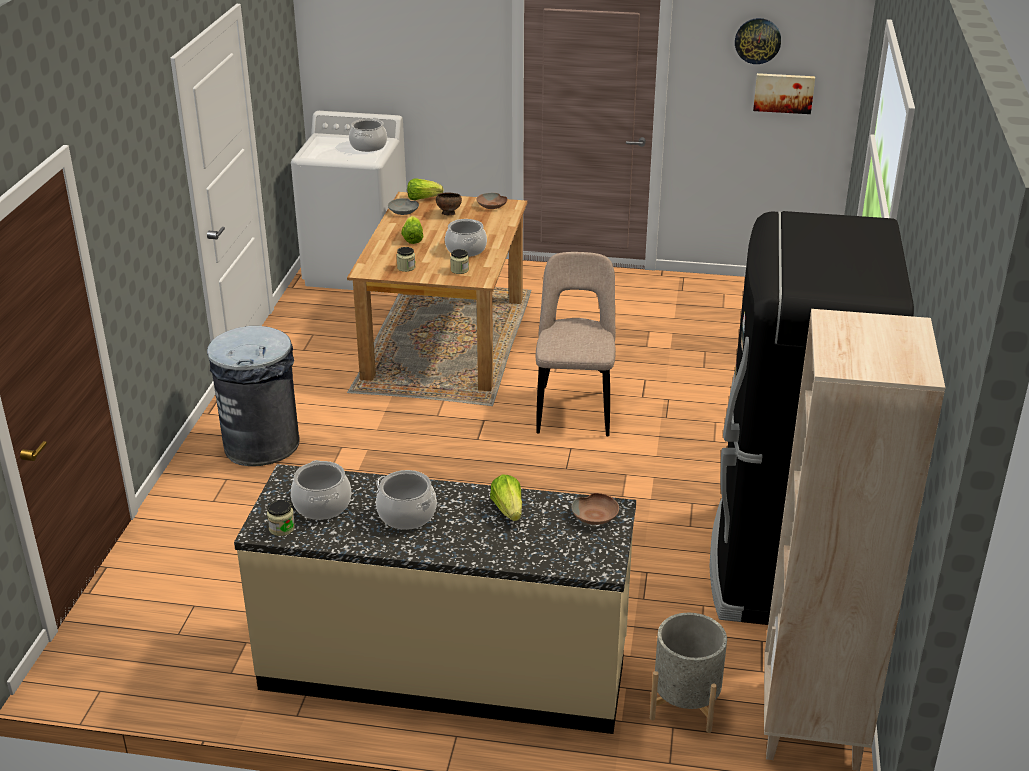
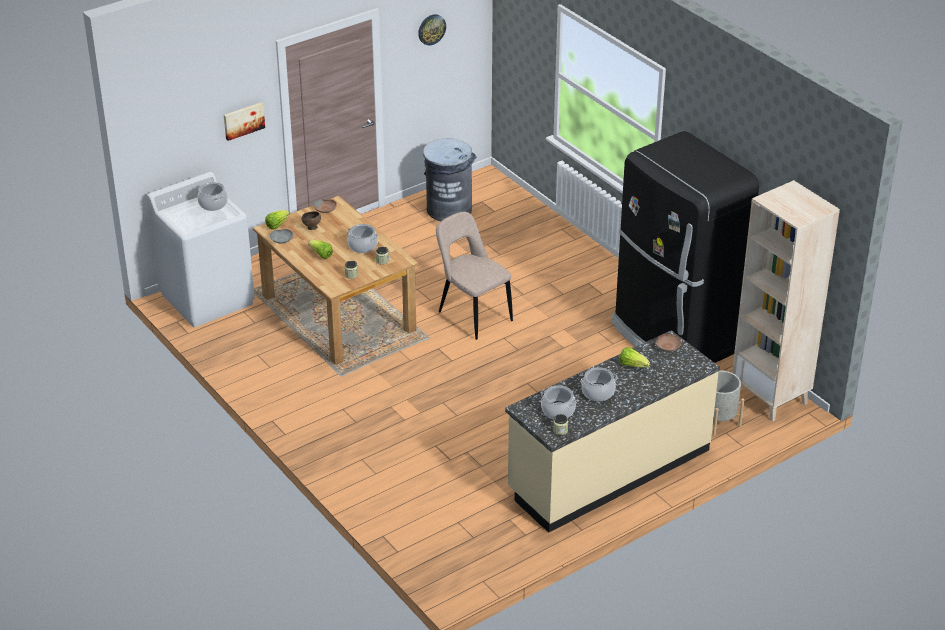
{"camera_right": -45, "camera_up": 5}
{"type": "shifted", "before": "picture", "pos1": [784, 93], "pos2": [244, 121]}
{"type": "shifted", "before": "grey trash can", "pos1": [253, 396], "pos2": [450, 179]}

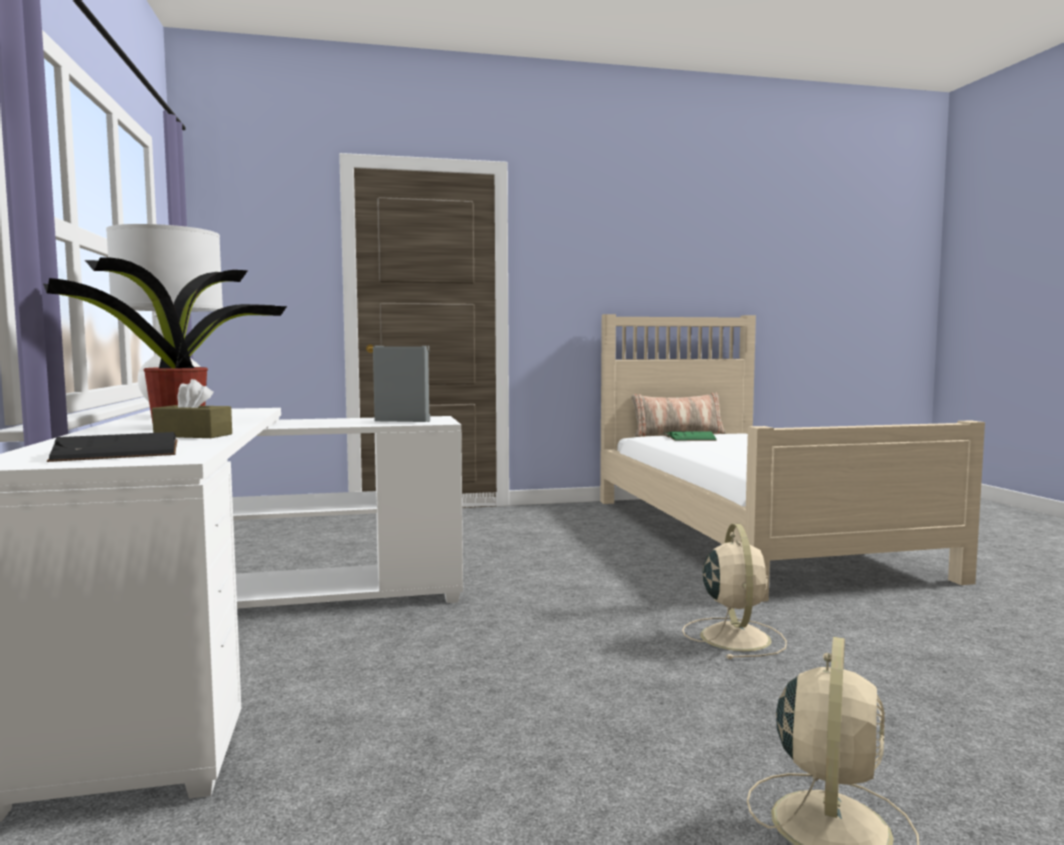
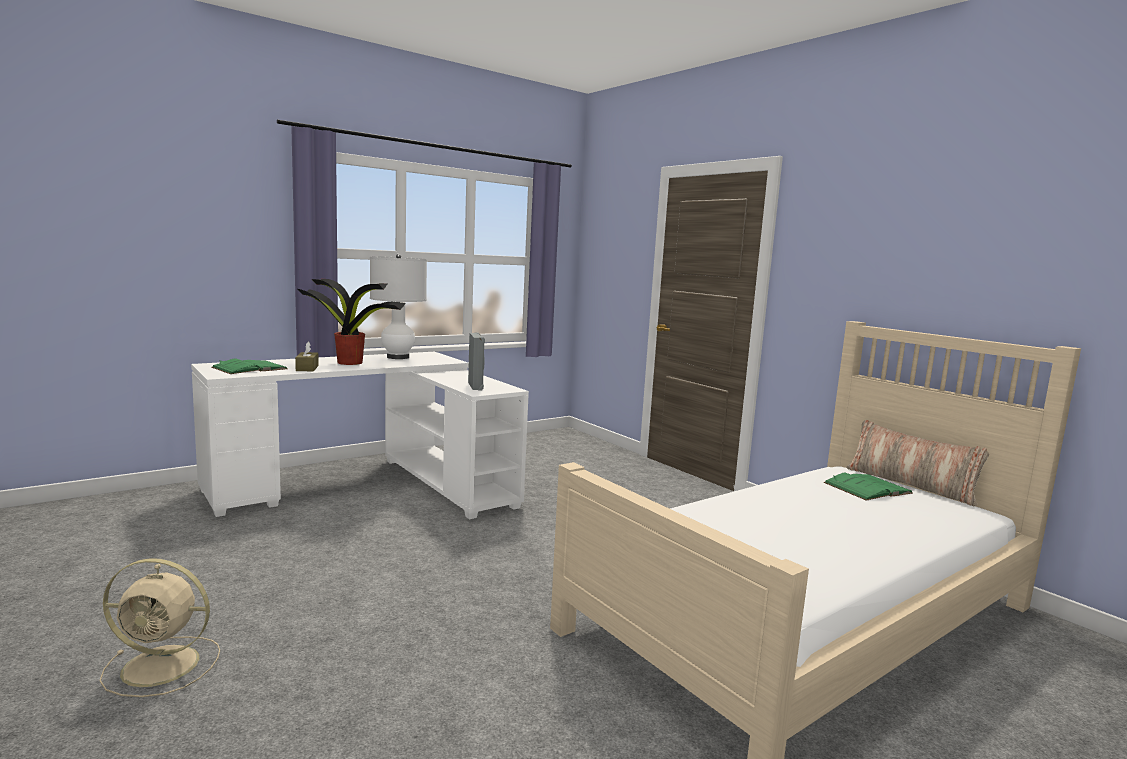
{"camera_right": 65, "camera_up": 5}
{"type": "repainted", "before": "black book", "after": "green book", "pos1": [112, 447], "pos2": [249, 366]}
{"type": "gone", "before": "beige fan", "pos1": [734, 591]}

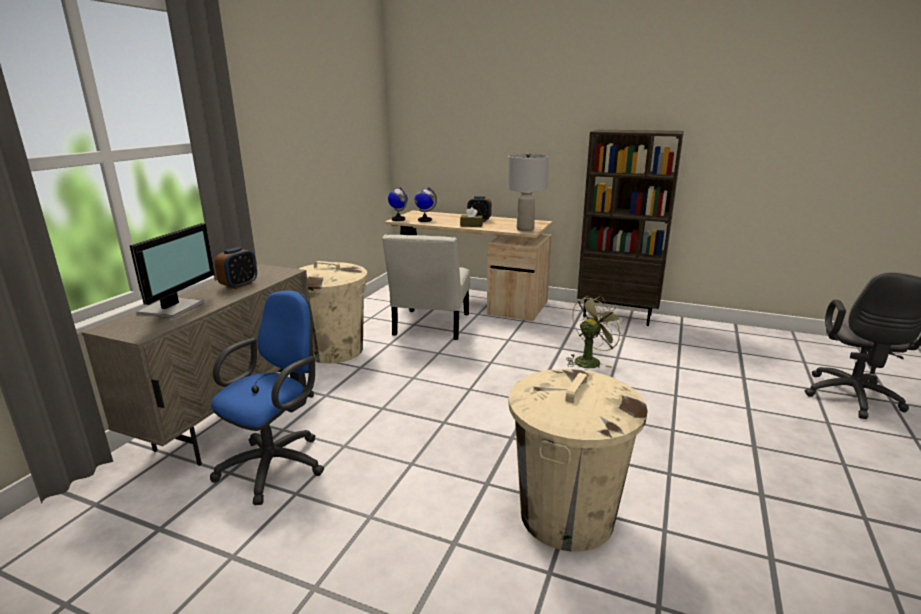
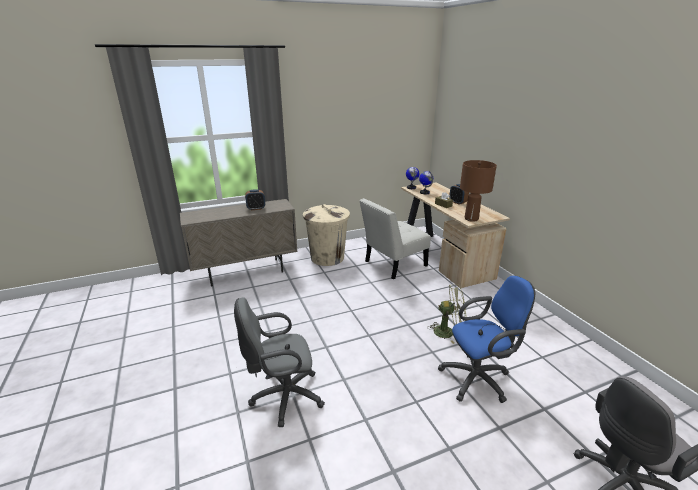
{"camera_right": 45, "camera_up": 5}
{"type": "gone", "before": "brown bookcase", "pos1": [630, 228]}
{"type": "repainted", "before": "grey table lamp", "after": "brown table lamp", "pos1": [528, 192], "pos2": [478, 191]}
{"type": "gone", "before": "monitor", "pos1": [172, 270]}
{"type": "shifted", "before": "blue office chair", "pos1": [267, 398], "pos2": [486, 339]}
{"type": "swapped", "before": "beige trash can", "after": "grey office chair", "pos1": [578, 460], "pos2": [279, 362]}

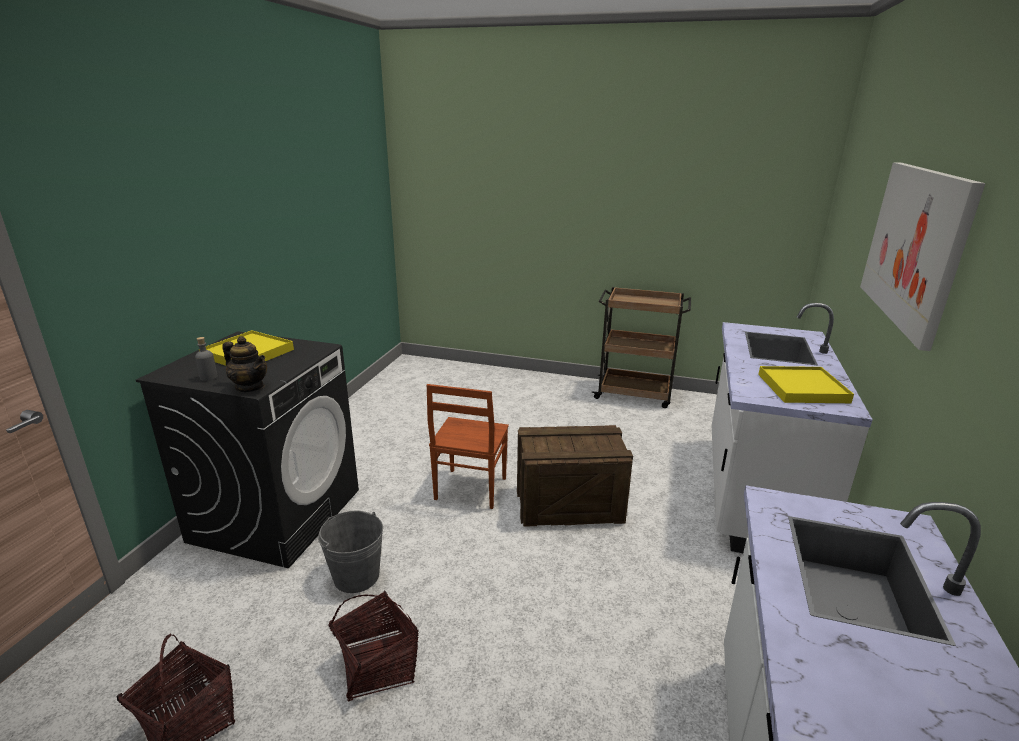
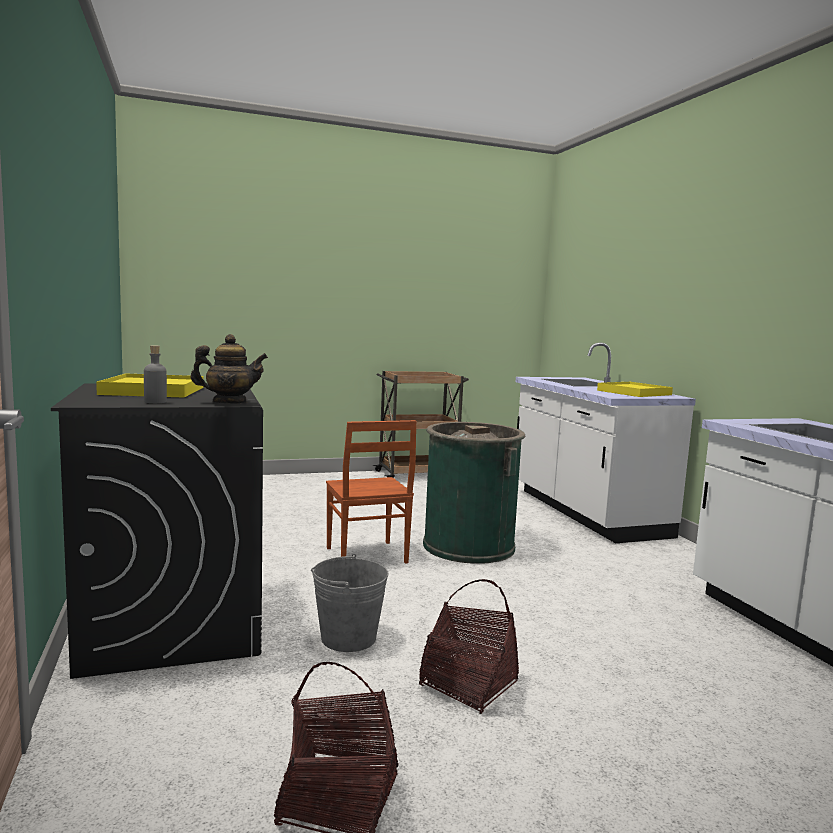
{"camera_right": -35, "camera_up": -15}
{"type": "gone", "before": "picture", "pos1": [922, 256]}
{"type": "swapped", "before": "crate", "after": "green trash can", "pos1": [575, 476], "pos2": [474, 493]}

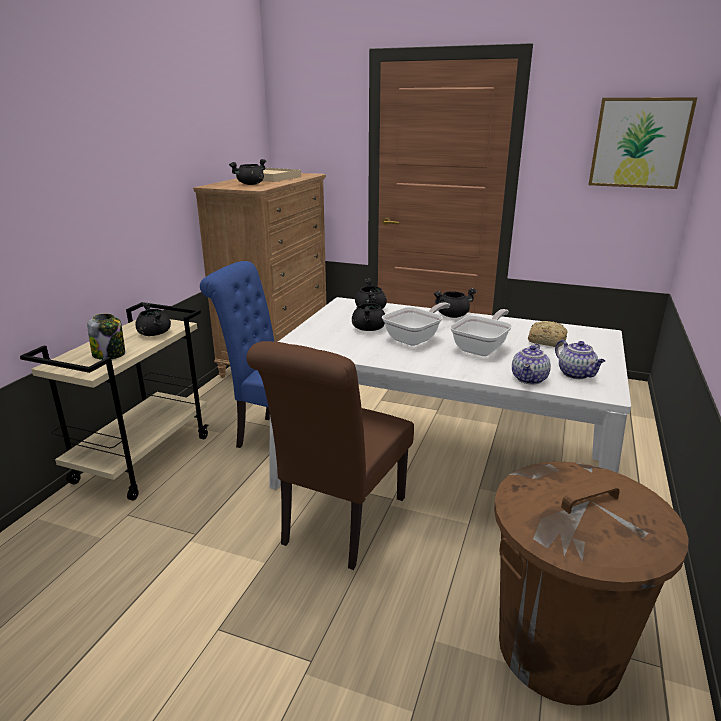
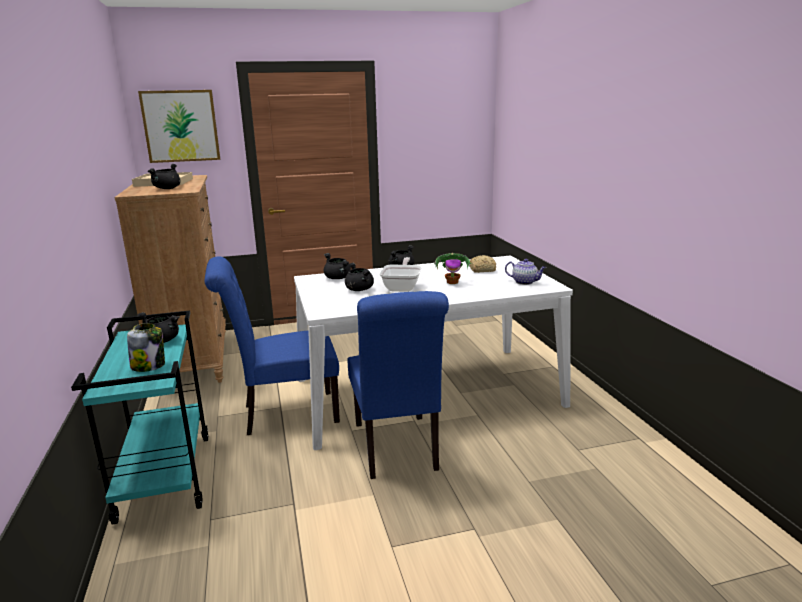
{"camera_right": -35, "camera_up": -5}
{"type": "shifted", "before": "picture", "pos1": [642, 143], "pos2": [179, 126]}
{"type": "repainted", "before": "beige cart", "after": "turquoise cart", "pos1": [114, 401], "pos2": [139, 418]}
{"type": "swapped", "before": "frying pan", "after": "potted plant", "pos1": [481, 332], "pos2": [453, 268]}
{"type": "repainted", "before": "brown chair", "after": "blue chair", "pos1": [330, 455], "pos2": [398, 385]}
{"type": "gone", "before": "teapot", "pos1": [531, 364]}
{"type": "gone", "before": "brown trash can", "pos1": [591, 584]}

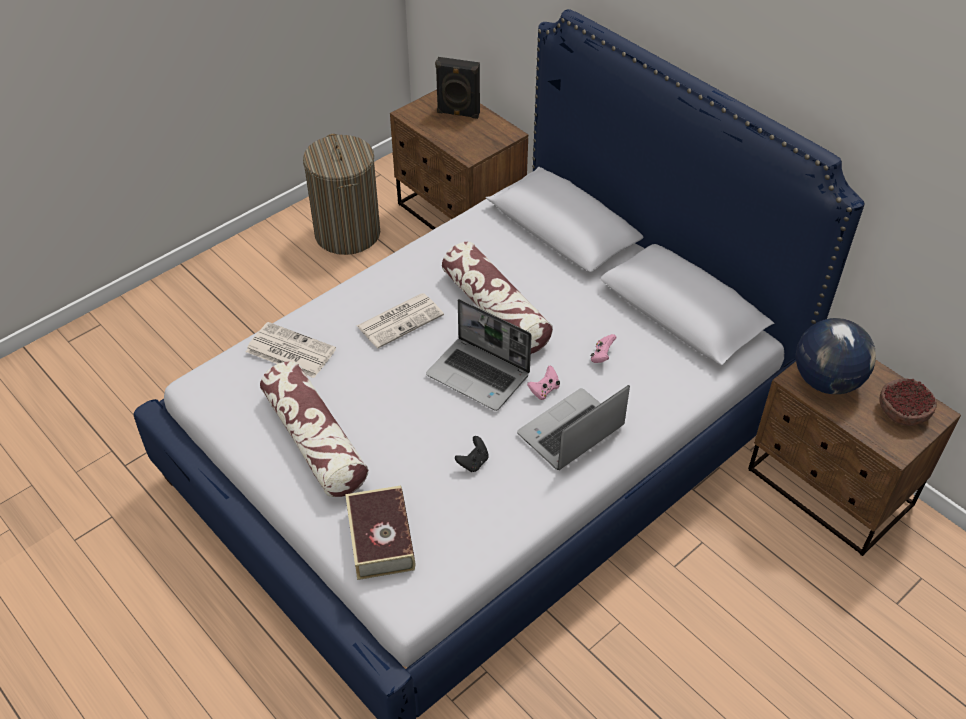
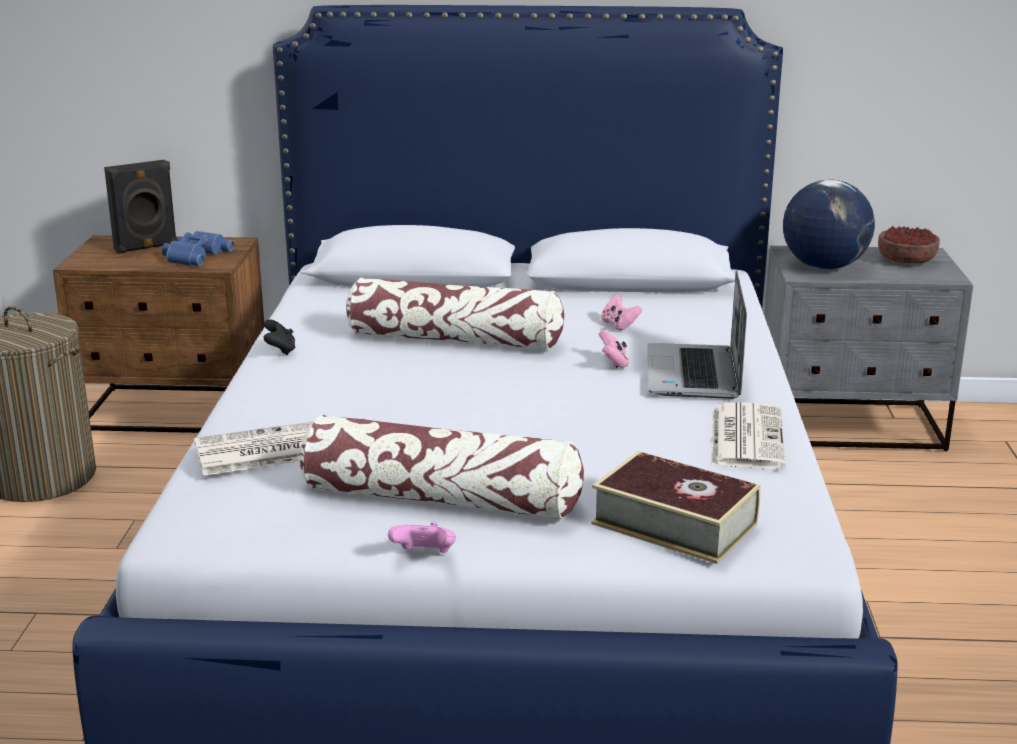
{"camera_right": -45, "camera_up": -25}
{"type": "shifted", "before": "newspaper", "pos1": [400, 320], "pos2": [748, 435]}
{"type": "gone", "before": "laptop", "pos1": [479, 355]}
{"type": "repainted", "before": "brown nightstand", "after": "grey nightstand", "pos1": [854, 458], "pos2": [868, 348]}
{"type": "shifted", "before": "black game controller", "pos1": [472, 454], "pos2": [279, 337]}
{"type": "new", "after": "blue binoculars", "pos2": [198, 248]}
{"type": "new", "after": "pink game controller", "pos2": [422, 537]}

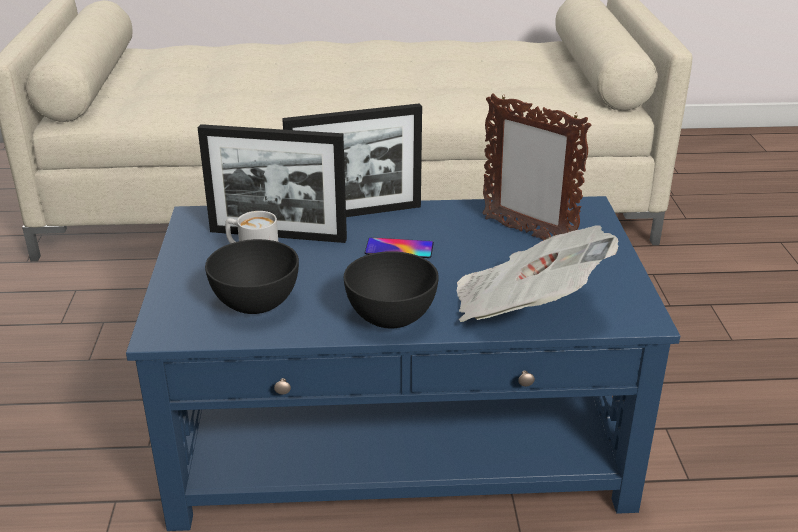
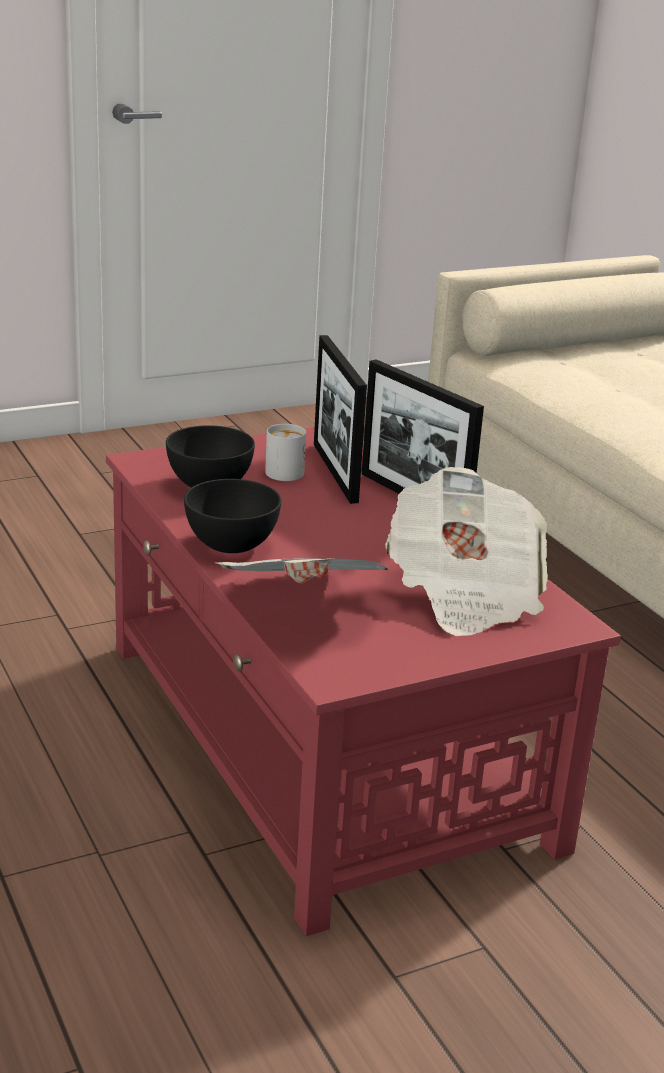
{"camera_right": 65, "camera_up": -5}
{"type": "swapped", "before": "picture frame", "after": "newspaper", "pos1": [537, 166], "pos2": [466, 551]}
{"type": "repainted", "before": "blue coffee table", "after": "red coffee table", "pos1": [403, 363], "pos2": [363, 681]}
{"type": "gone", "before": "phone", "pos1": [399, 248]}

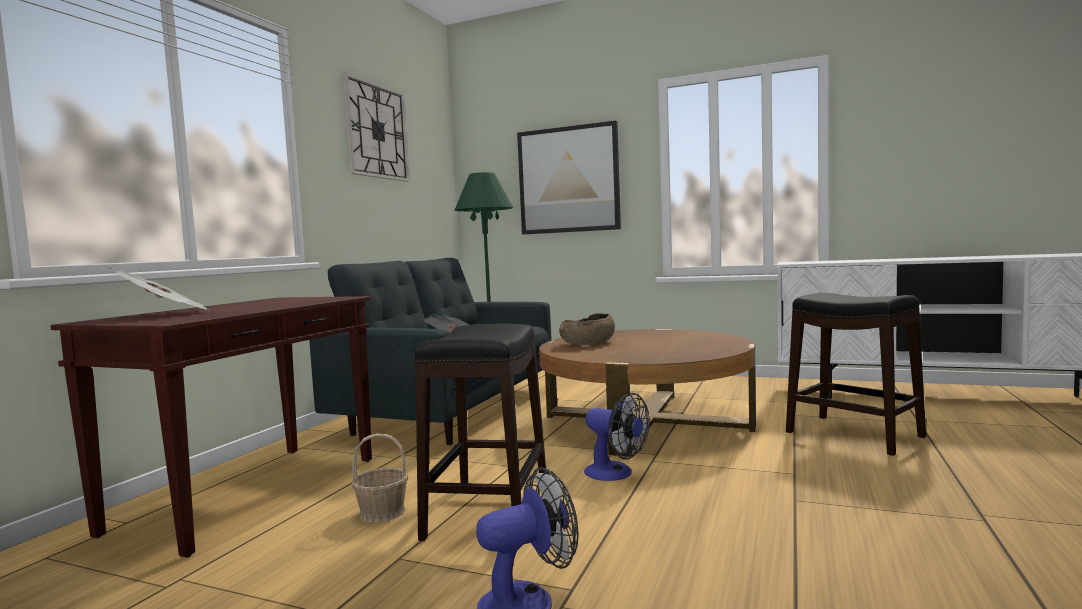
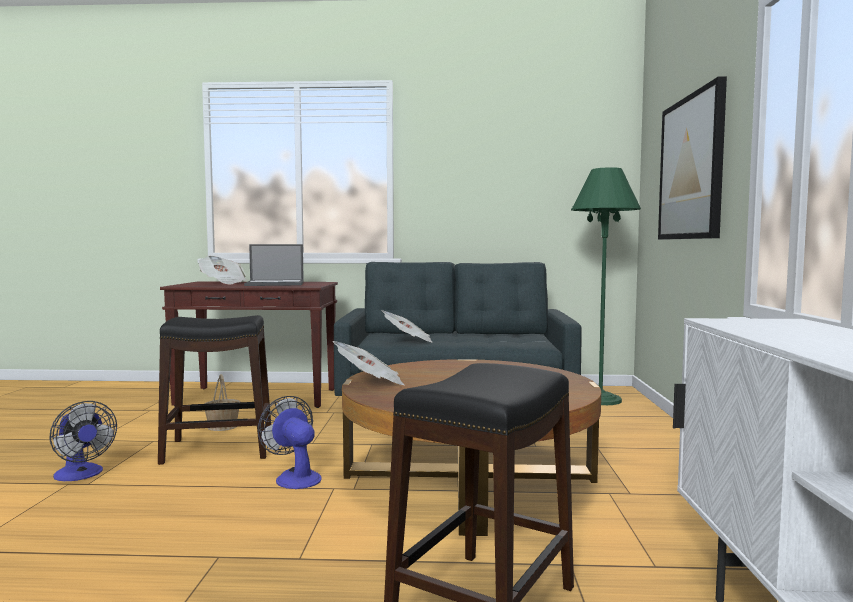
{"camera_right": 70, "camera_up": 0}
{"type": "gone", "before": "wall clock", "pos1": [376, 127]}
{"type": "gone", "before": "brown bowl", "pos1": [587, 329]}
{"type": "rotated", "before": "fan", "pos1": [617, 437], "pos2": [290, 442], "turn": 120}
{"type": "new", "after": "laptop", "pos2": [274, 265]}
{"type": "new", "after": "newspaper", "pos2": [368, 363]}

